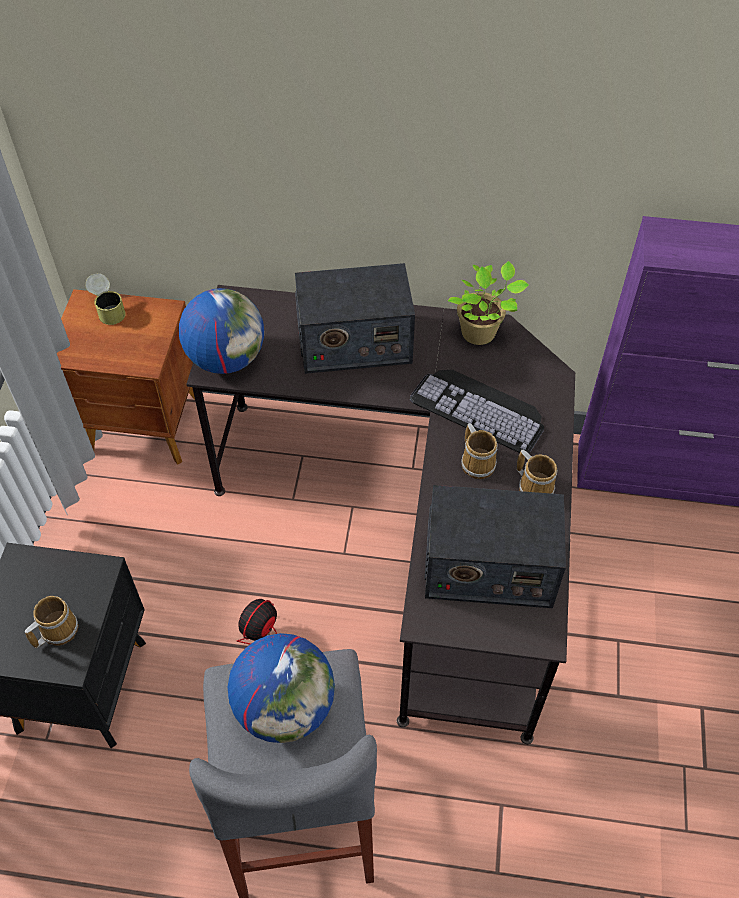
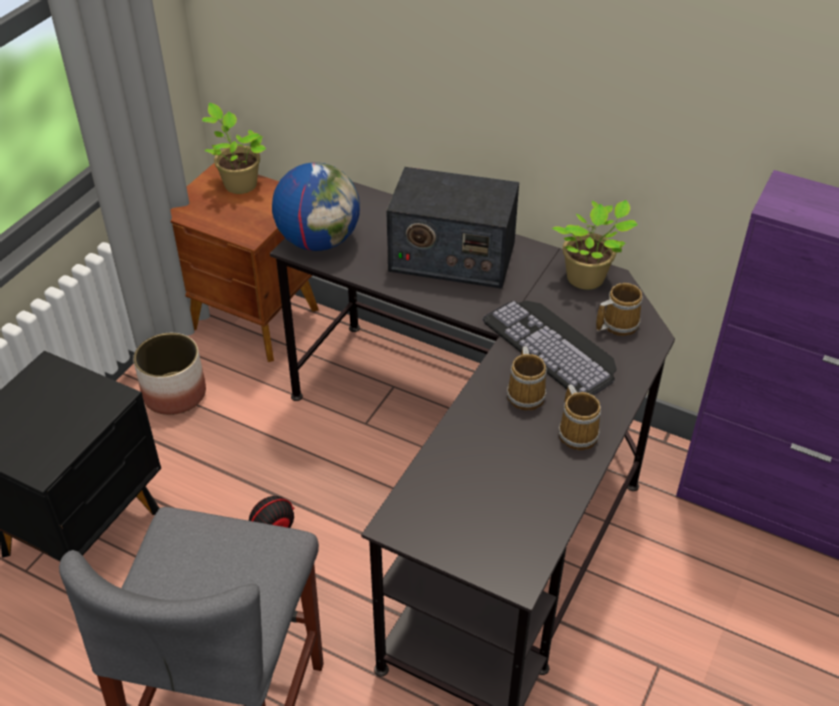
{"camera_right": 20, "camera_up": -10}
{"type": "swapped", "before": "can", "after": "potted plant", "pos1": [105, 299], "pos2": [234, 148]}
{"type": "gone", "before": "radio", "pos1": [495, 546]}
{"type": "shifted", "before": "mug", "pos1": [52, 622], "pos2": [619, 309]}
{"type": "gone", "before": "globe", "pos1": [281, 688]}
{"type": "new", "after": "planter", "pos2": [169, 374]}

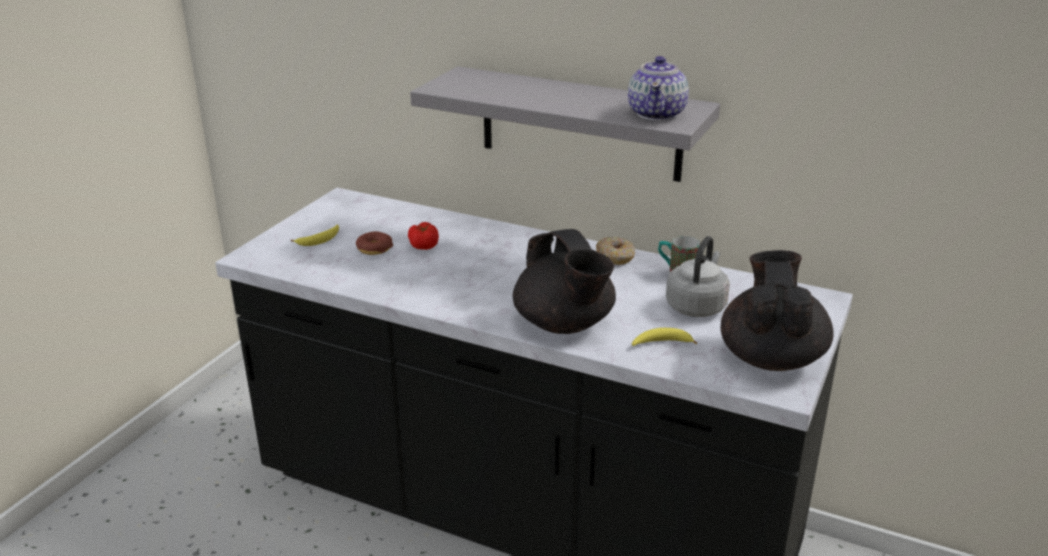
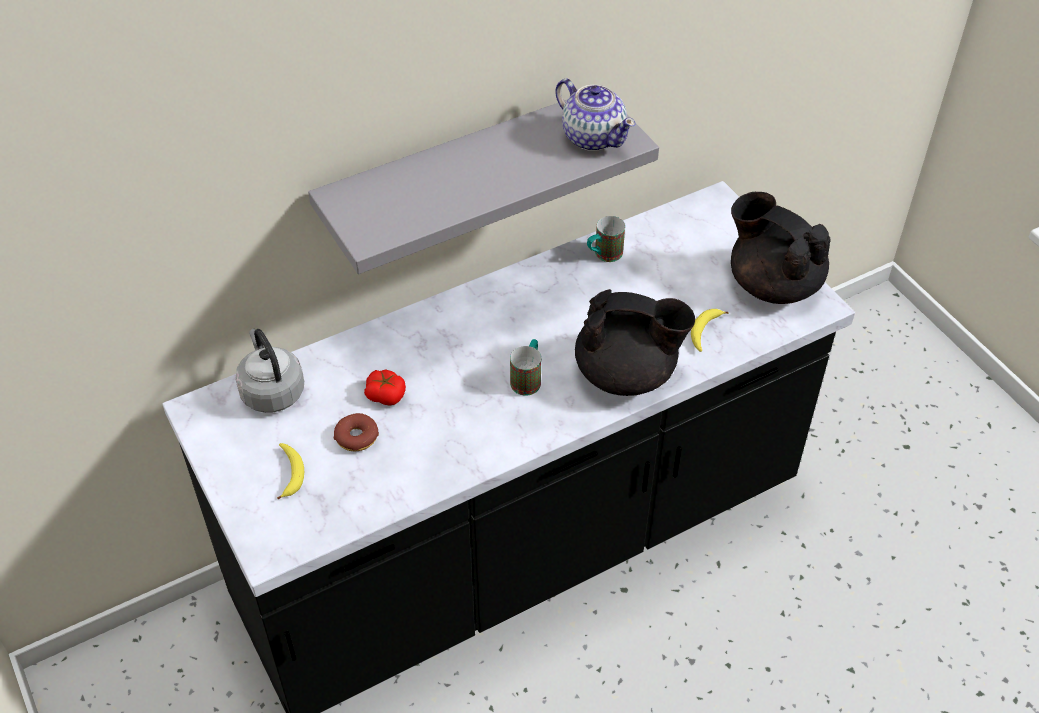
{"camera_right": -55, "camera_up": 20}
{"type": "shifted", "before": "grey kettle", "pos1": [698, 276], "pos2": [269, 371]}
{"type": "gone", "before": "donut", "pos1": [615, 251]}
{"type": "new", "after": "mug", "pos2": [525, 367]}

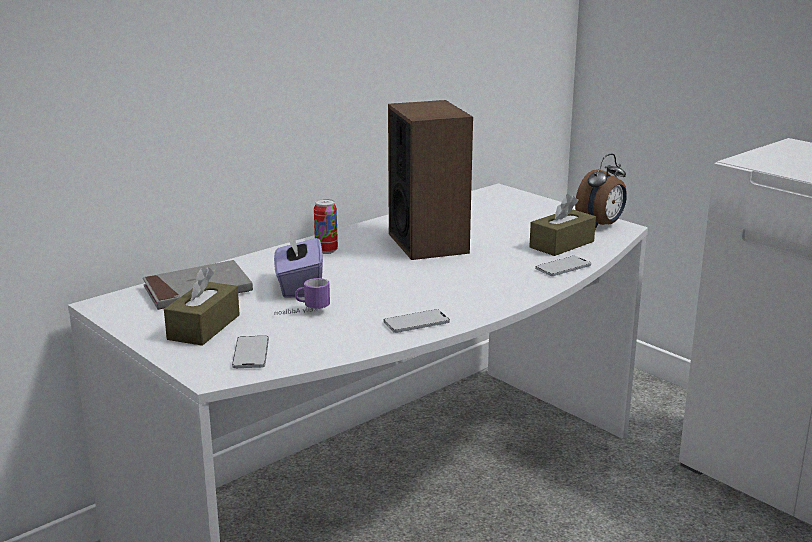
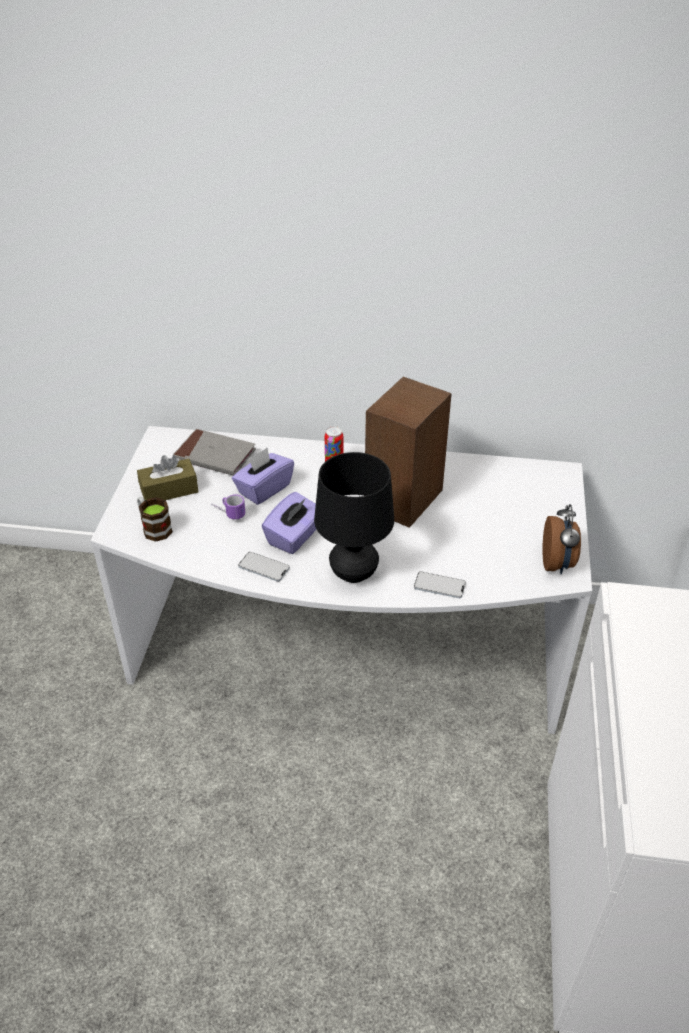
{"camera_right": 50, "camera_up": 20}
{"type": "rotated", "before": "alarm clock", "pos1": [601, 191], "pos2": [561, 539], "turn": -90}
{"type": "gone", "before": "brown tissue box", "pos1": [562, 225]}
{"type": "swapped", "before": "phone", "after": "mug", "pos1": [250, 352], "pos2": [155, 519]}
{"type": "new", "after": "black table lamp", "pos2": [354, 517]}
{"type": "new", "after": "purple tissue box", "pos2": [289, 523]}

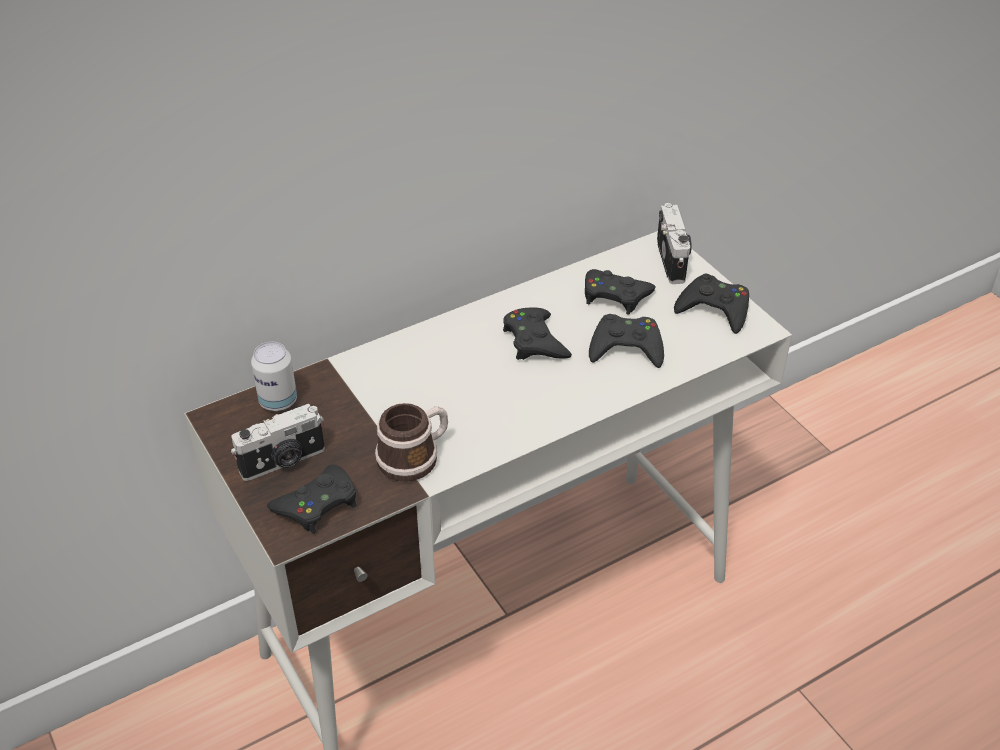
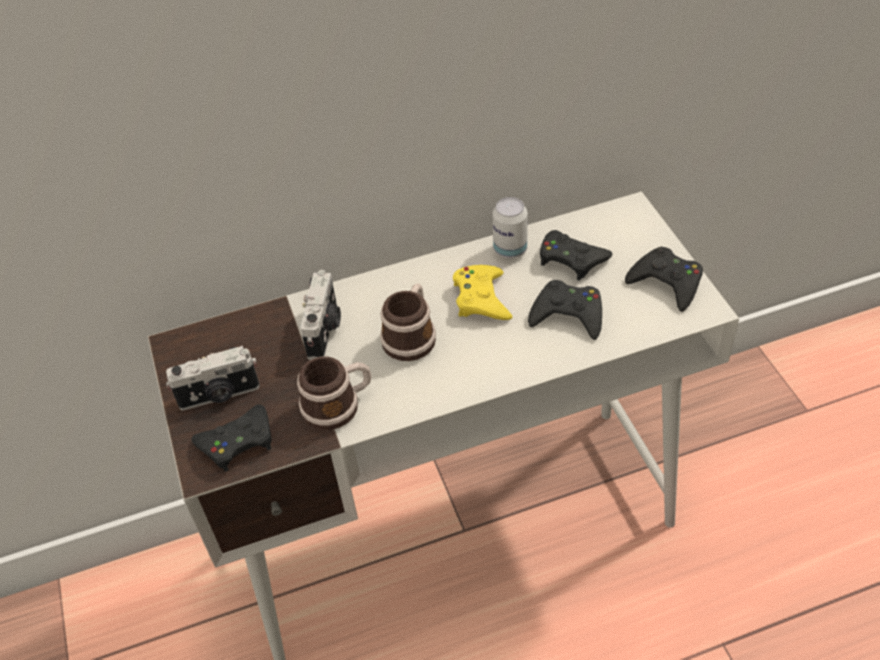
{"camera_right": 15, "camera_up": 5}
{"type": "shifted", "before": "photo camera", "pos1": [674, 243], "pos2": [320, 315]}
{"type": "repainted", "before": "black game controller", "after": "yellow game controller", "pos1": [537, 333], "pos2": [482, 292]}
{"type": "shifted", "before": "can", "pos1": [274, 376], "pos2": [510, 228]}
{"type": "new", "after": "mug", "pos2": [408, 322]}

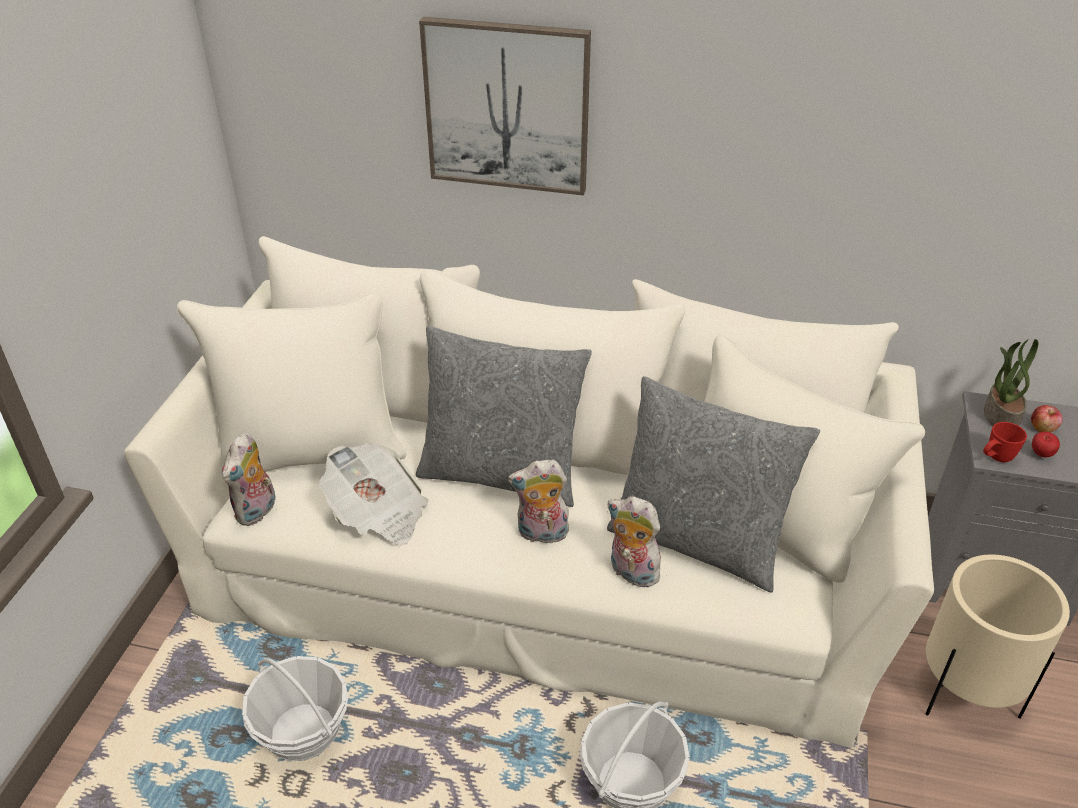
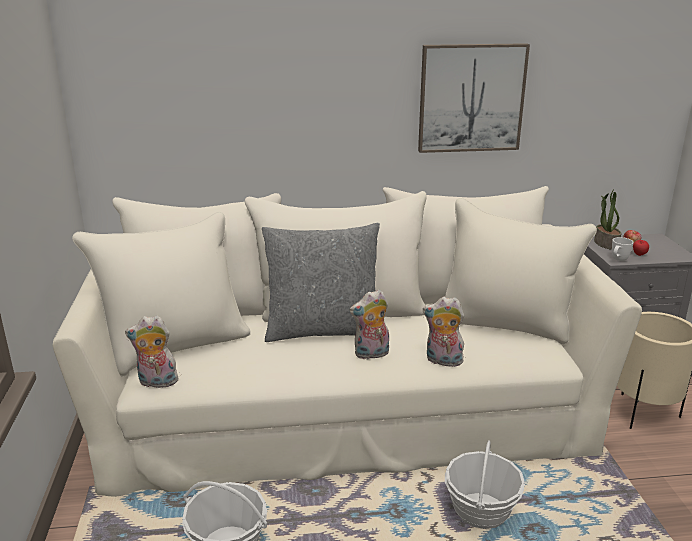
{"camera_right": -20, "camera_up": -15}
{"type": "shifted", "before": "picture", "pos1": [505, 106], "pos2": [474, 98]}
{"type": "gone", "before": "grey pillow", "pos1": [713, 484]}
{"type": "repainted", "before": "red mug", "after": "white mug", "pos1": [1005, 442], "pos2": [623, 249]}
{"type": "rotated", "before": "plush toy", "pos1": [248, 479], "pos2": [151, 351], "turn": 90}
{"type": "gone", "before": "newspaper", "pos1": [374, 494]}

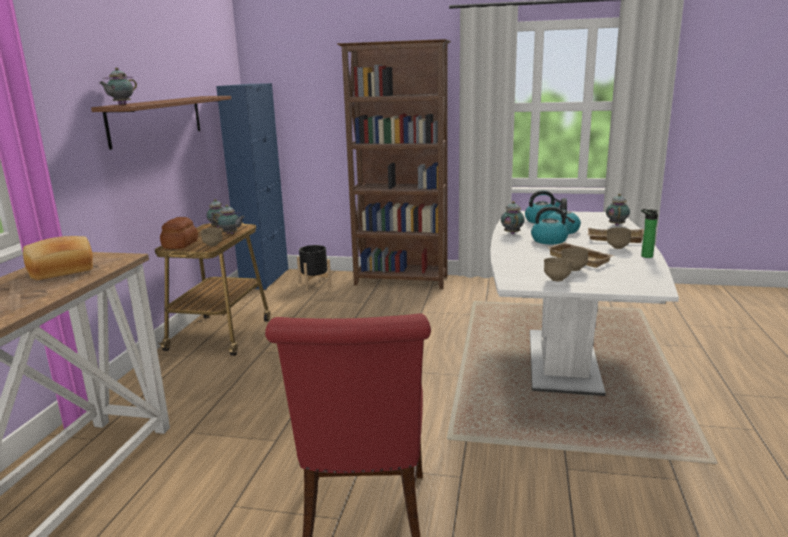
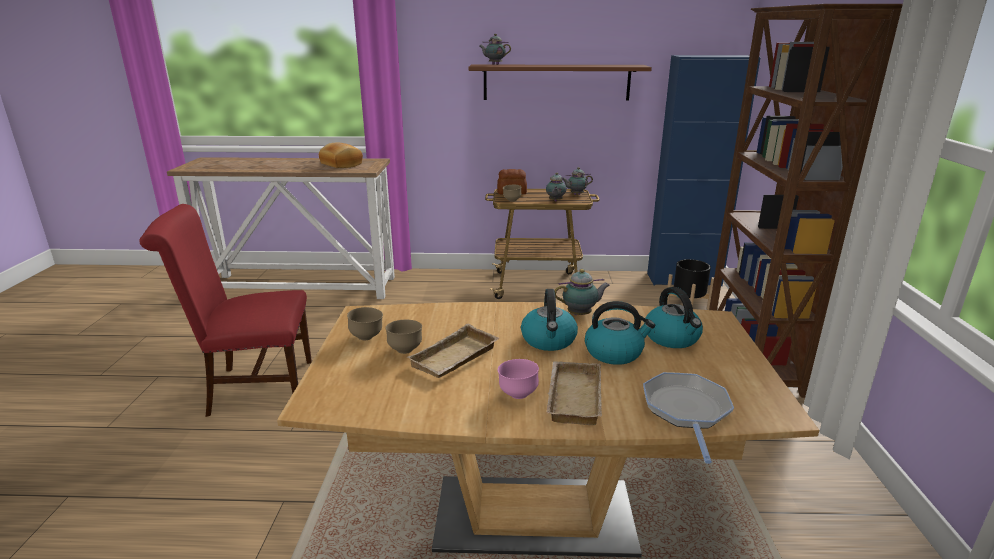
{"camera_right": 80, "camera_up": 5}
{"type": "swapped", "before": "teapot", "after": "frying pan", "pos1": [618, 210], "pos2": [688, 418]}
{"type": "gone", "before": "bottle", "pos1": [649, 233]}
{"type": "repainted", "before": "white dining table", "after": "brown dining table", "pos1": [584, 303], "pos2": [548, 429]}
{"type": "repainted", "before": "brown bowl", "after": "pink bowl", "pos1": [619, 238], "pos2": [518, 379]}

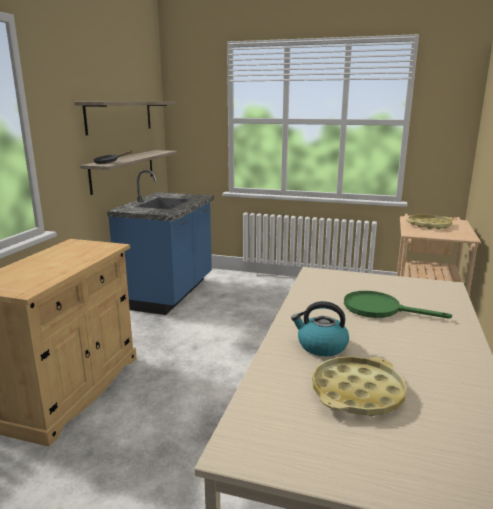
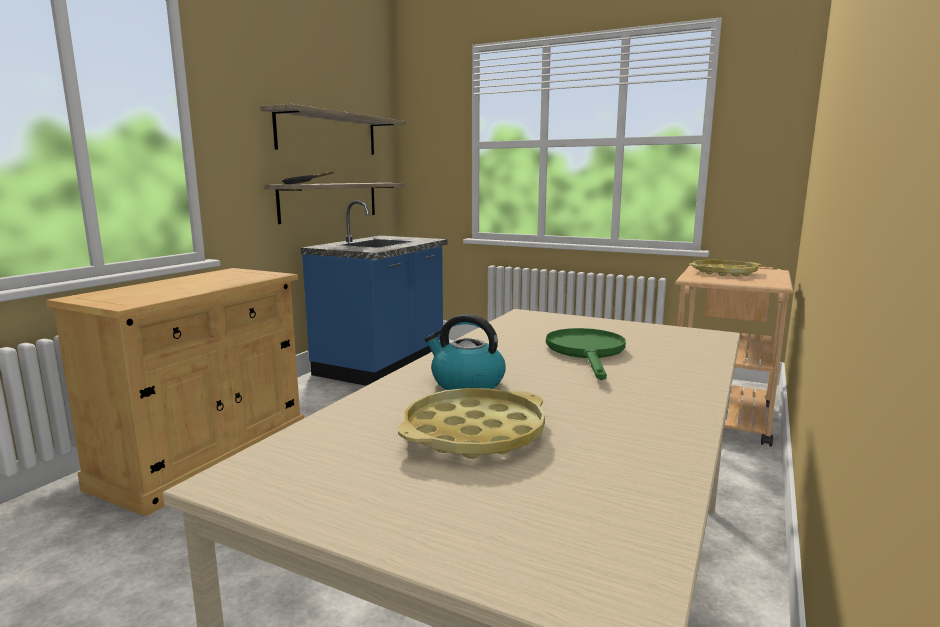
{"camera_right": 10, "camera_up": -5}
{"type": "rotated", "before": "green frying pan", "pos1": [398, 305], "pos2": [586, 354], "turn": 60}

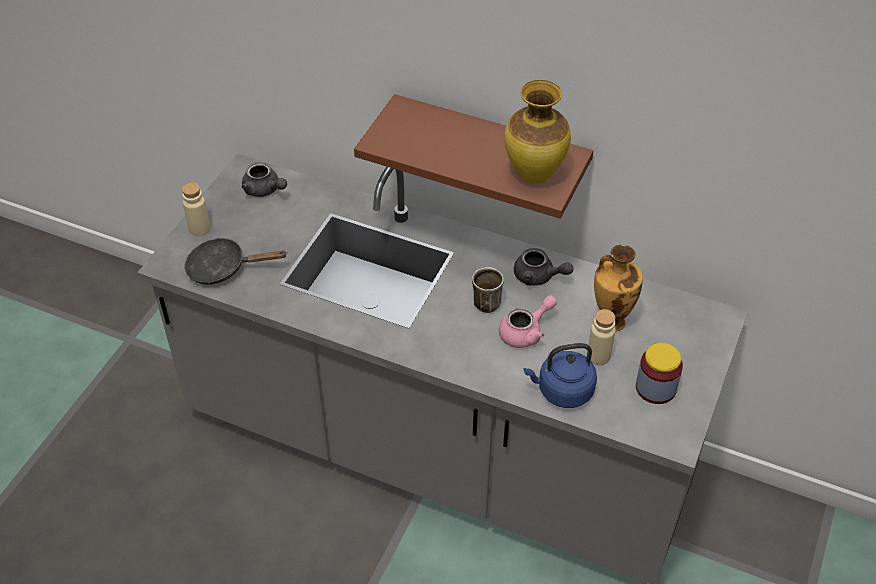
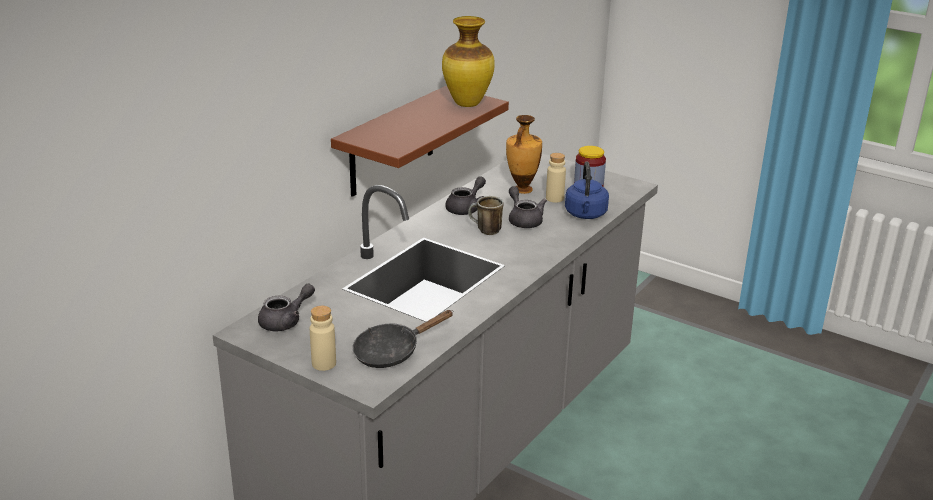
{"camera_right": -80, "camera_up": -20}
{"type": "rotated", "before": "black frying pan", "pos1": [236, 261], "pos2": [402, 339], "turn": 45}
{"type": "repainted", "before": "pink teapot", "after": "grey teapot", "pos1": [528, 321], "pos2": [528, 207]}

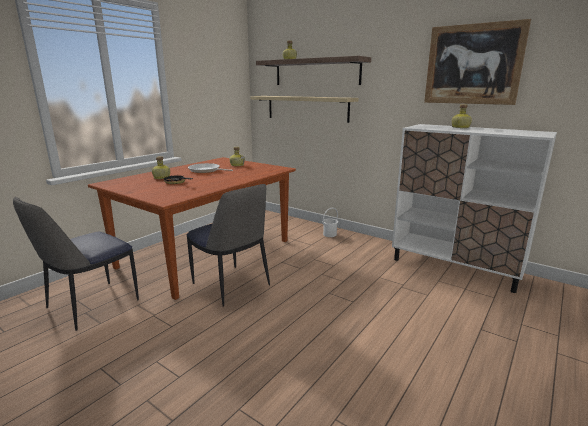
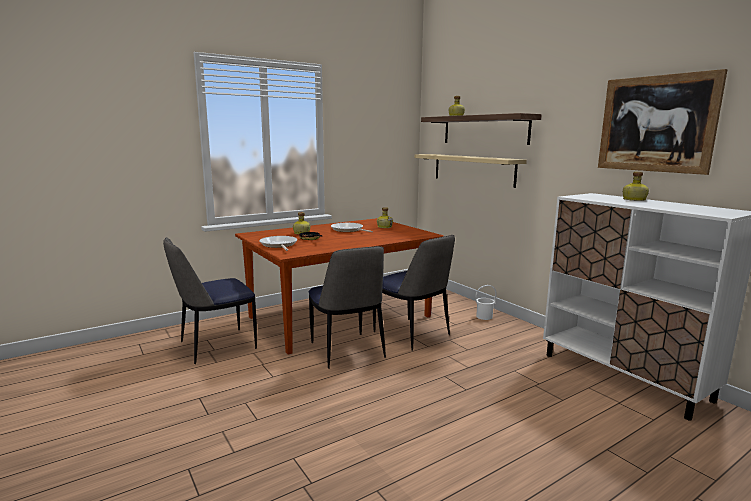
{"camera_right": 20, "camera_up": -5}
{"type": "new", "after": "chair", "pos2": [414, 293]}
{"type": "new", "after": "frying pan", "pos2": [278, 243]}

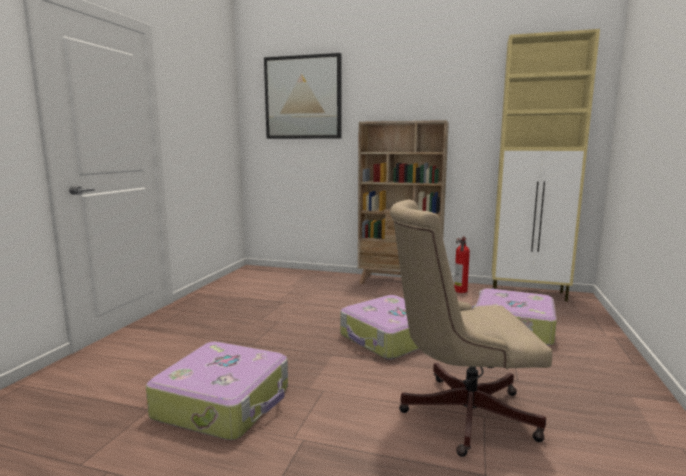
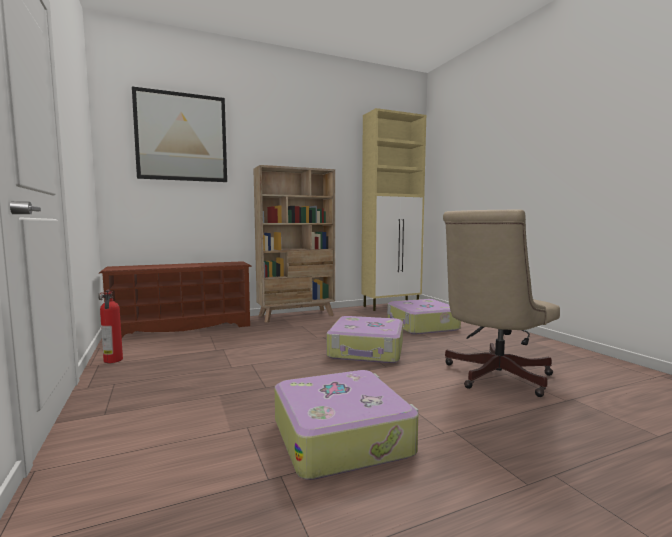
{"camera_right": -40, "camera_up": -5}
{"type": "shifted", "before": "fire extinguisher", "pos1": [462, 264], "pos2": [110, 326]}
{"type": "new", "after": "brown shoe rack", "pos2": [175, 299]}

